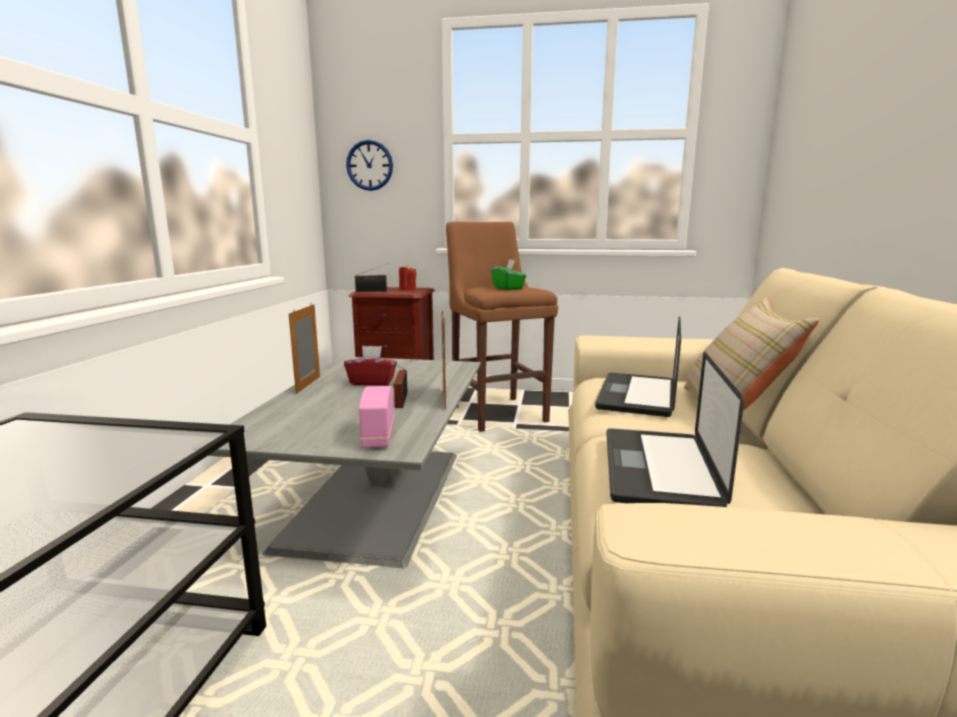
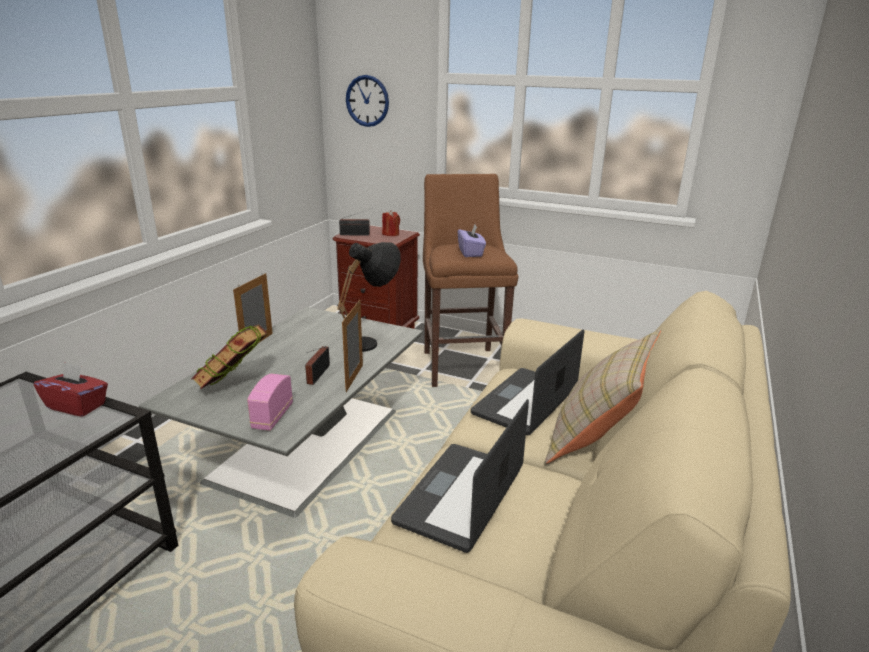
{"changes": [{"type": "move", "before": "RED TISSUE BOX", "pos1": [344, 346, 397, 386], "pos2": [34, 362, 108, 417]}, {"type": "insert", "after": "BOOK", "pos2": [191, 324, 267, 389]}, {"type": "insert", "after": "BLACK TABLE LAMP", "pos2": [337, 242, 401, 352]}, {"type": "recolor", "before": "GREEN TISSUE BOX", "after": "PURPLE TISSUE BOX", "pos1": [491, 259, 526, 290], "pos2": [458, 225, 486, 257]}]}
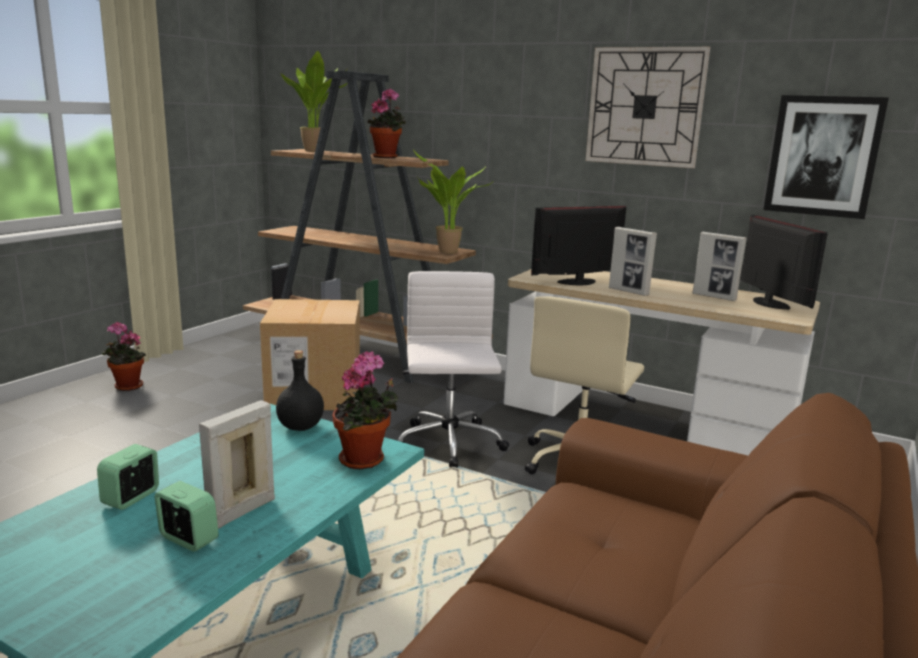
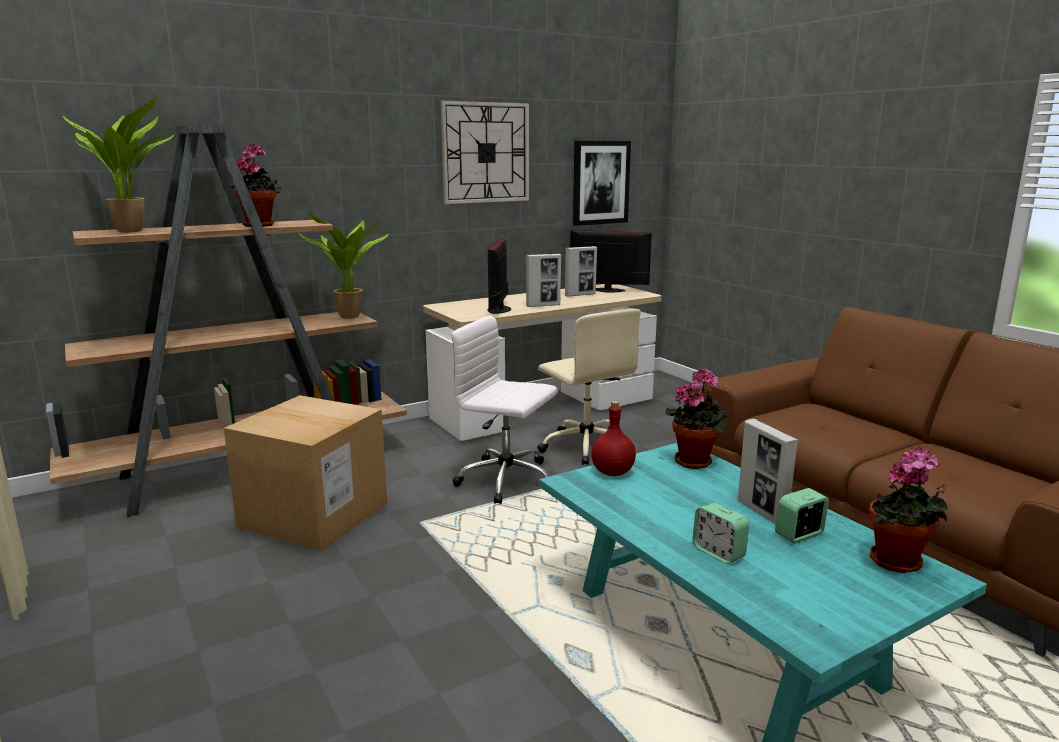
{"changes": [{"type": "recolor", "before": "BLACK BOTTLE", "after": "RED BOTTLE", "pos1": [276, 350, 324, 431], "pos2": [591, 401, 636, 476]}, {"type": "move", "before": "POTTED PLANT", "pos1": [102, 322, 146, 391], "pos2": [869, 447, 948, 573]}]}
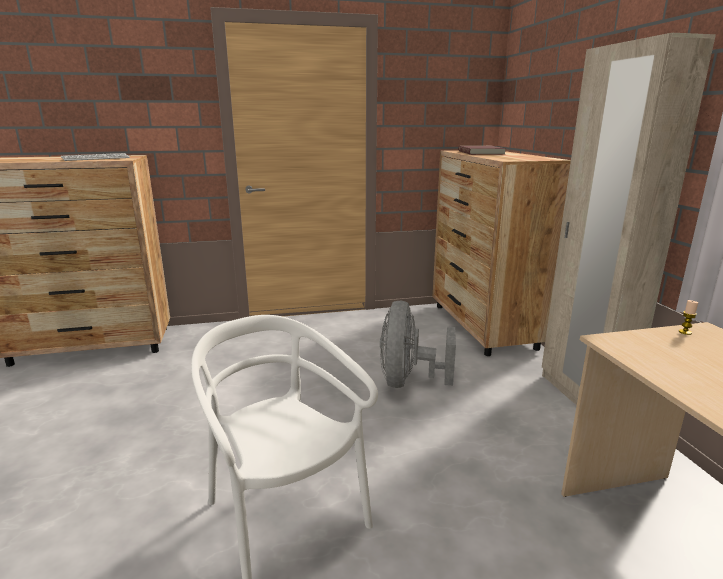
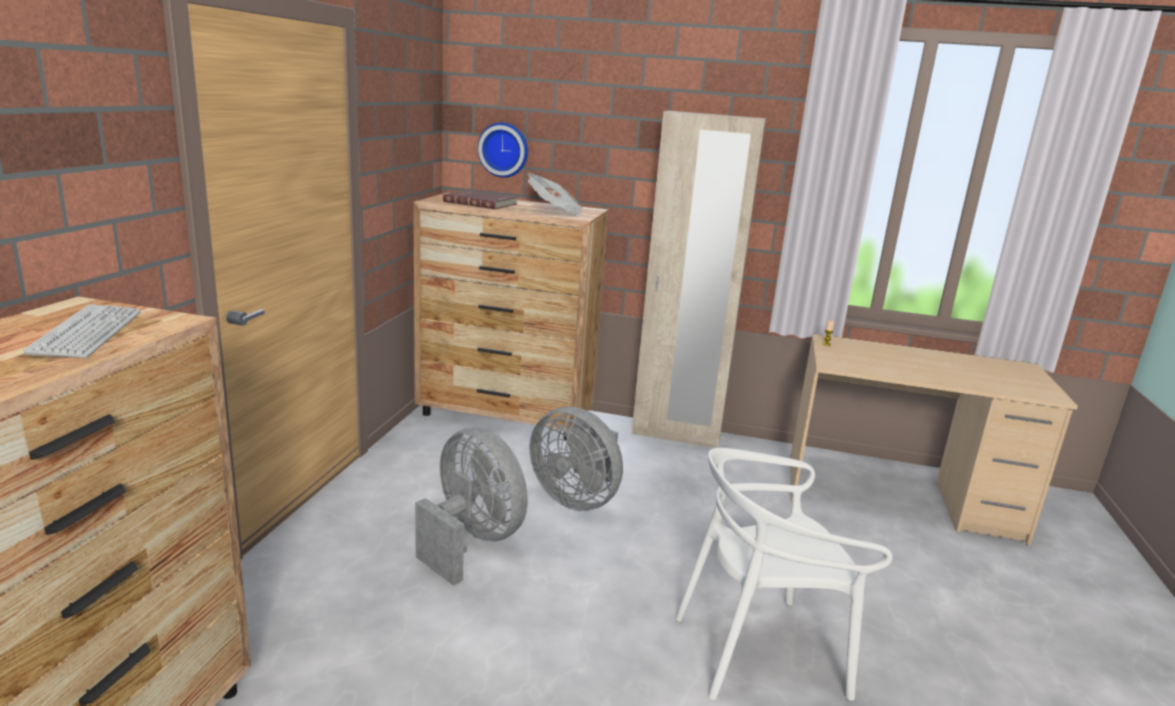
{"changes": [{"type": "insert", "after": "GREY FAN", "pos2": [415, 427, 528, 586]}, {"type": "insert", "after": "WALL CLOCK", "pos2": [478, 122, 528, 178]}, {"type": "insert", "after": "NEWSPAPER", "pos2": [527, 173, 583, 216]}]}
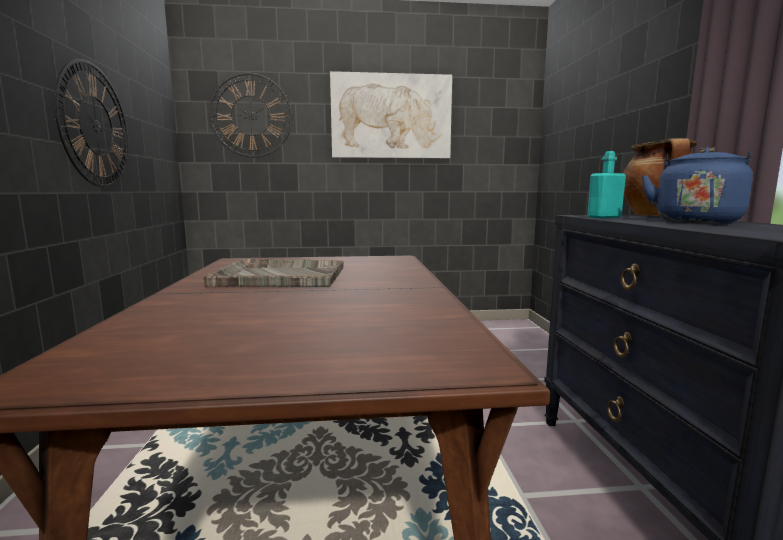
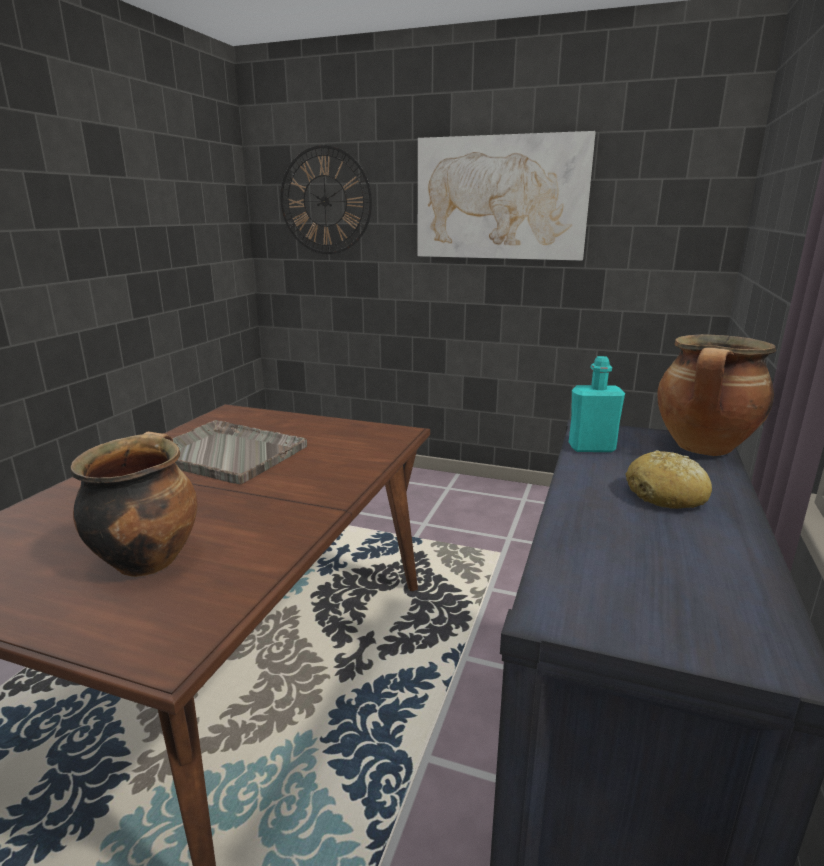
{"changes": [{"type": "insert", "after": "COOKING POT", "pos2": [70, 432, 197, 577]}, {"type": "replace", "before": "BLUE KETTLE", "after": "BREAD", "pos1": [641, 147, 753, 224], "pos2": [625, 450, 712, 509]}, {"type": "delete", "before": "WALL CLOCK", "pos1": [54, 59, 129, 188]}]}
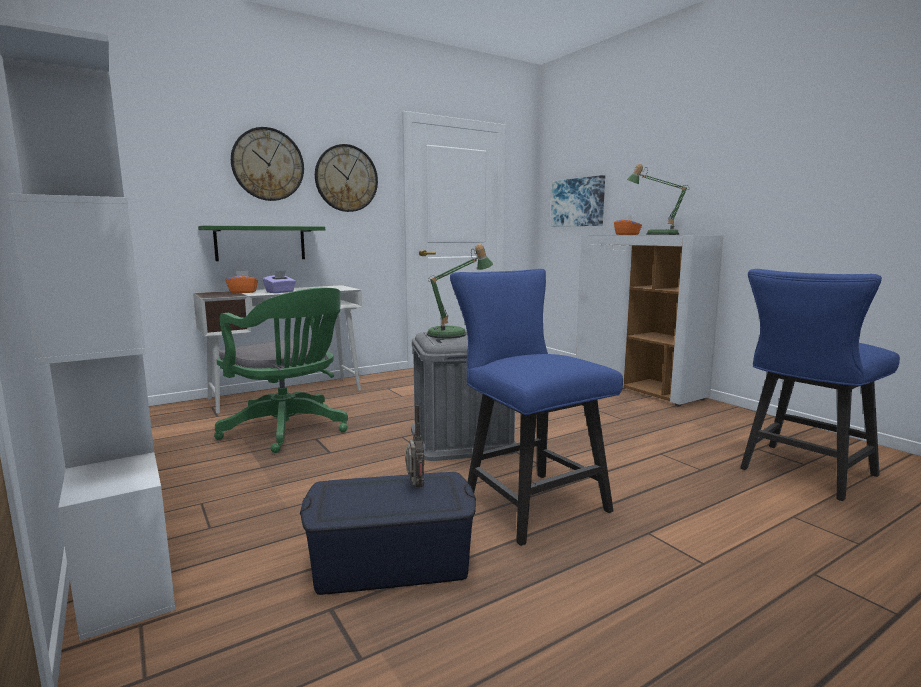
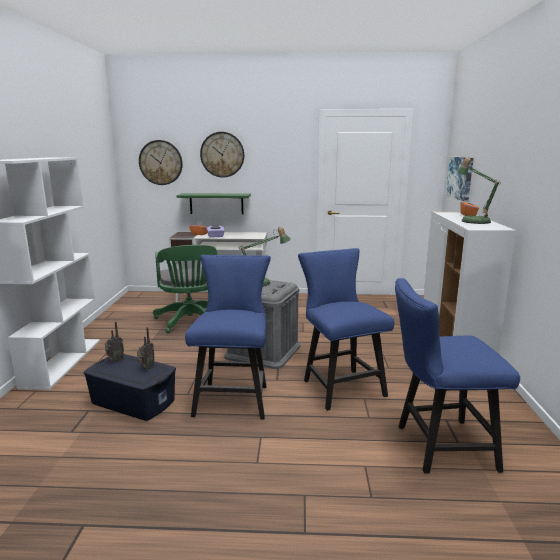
{"changes": [{"type": "insert", "after": "RADIO", "pos2": [105, 321, 124, 362]}, {"type": "move", "before": "WALL CLOCK", "pos1": [315, 144, 378, 212], "pos2": [139, 140, 183, 185]}, {"type": "insert", "after": "BLUE CHAIR", "pos2": [298, 248, 394, 410]}]}
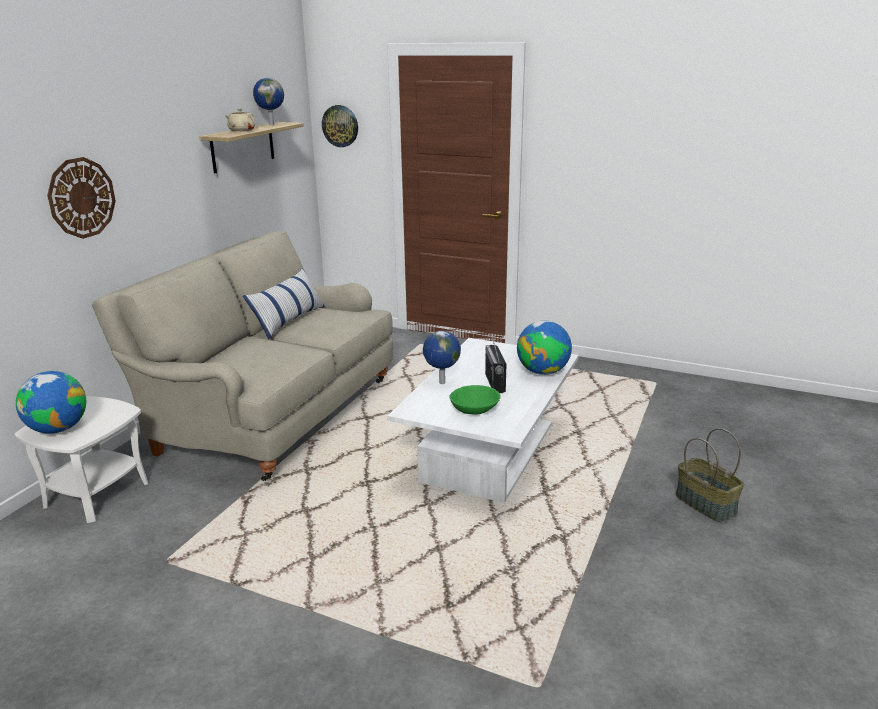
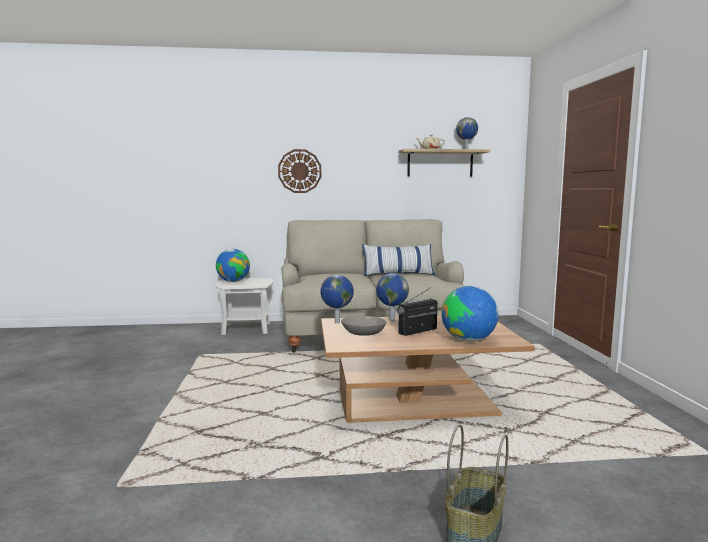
{"changes": [{"type": "insert", "after": "GLOBE", "pos2": [320, 275, 354, 324]}, {"type": "recolor", "before": "WHITE COFFEE TABLE", "after": "BROWN COFFEE TABLE", "pos1": [387, 338, 579, 503], "pos2": [321, 315, 535, 423]}, {"type": "recolor", "before": "GREEN BOWL", "after": "GREY BOWL", "pos1": [450, 385, 501, 415], "pos2": [341, 316, 386, 336]}, {"type": "delete", "before": "WALL CLOCK", "pos1": [322, 105, 358, 147]}]}
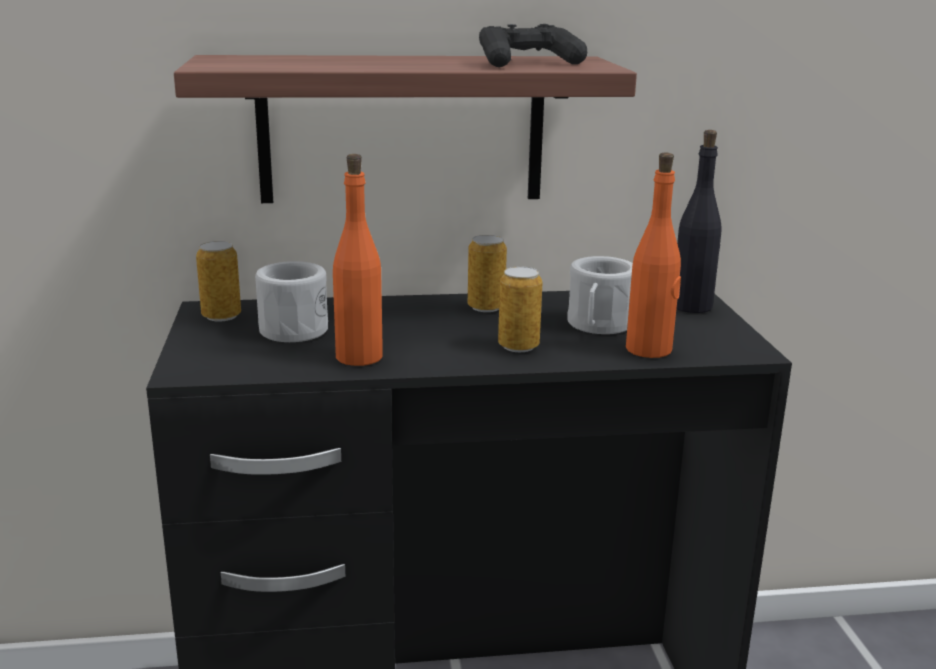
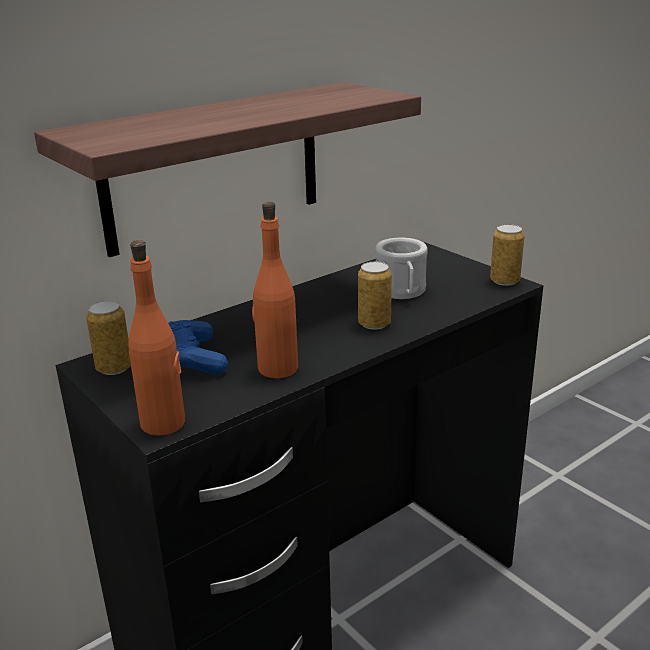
{"changes": [{"type": "move", "before": "ORANGE BOTTLE", "pos1": [626, 152, 681, 358], "pos2": [128, 240, 185, 436]}, {"type": "replace", "before": "WHITE MUG", "after": "BLUE GAME CONTROLLER", "pos1": [255, 261, 328, 342], "pos2": [168, 320, 228, 374]}, {"type": "move", "before": "CAN", "pos1": [468, 235, 507, 312], "pos2": [490, 224, 524, 286]}, {"type": "delete", "before": "BLACK GAME CONTROLLER", "pos1": [479, 24, 587, 67]}, {"type": "delete", "before": "BLACK BOTTLE", "pos1": [676, 130, 722, 313]}]}
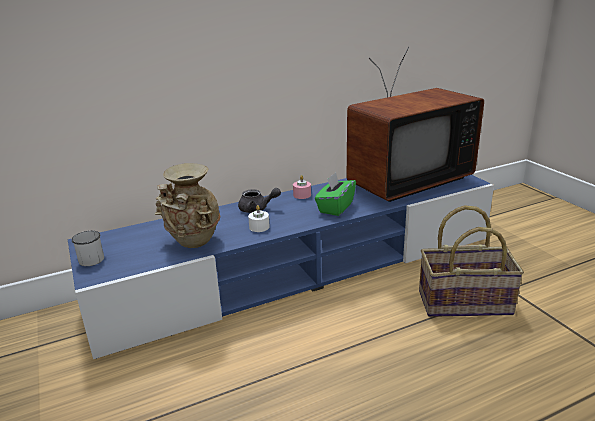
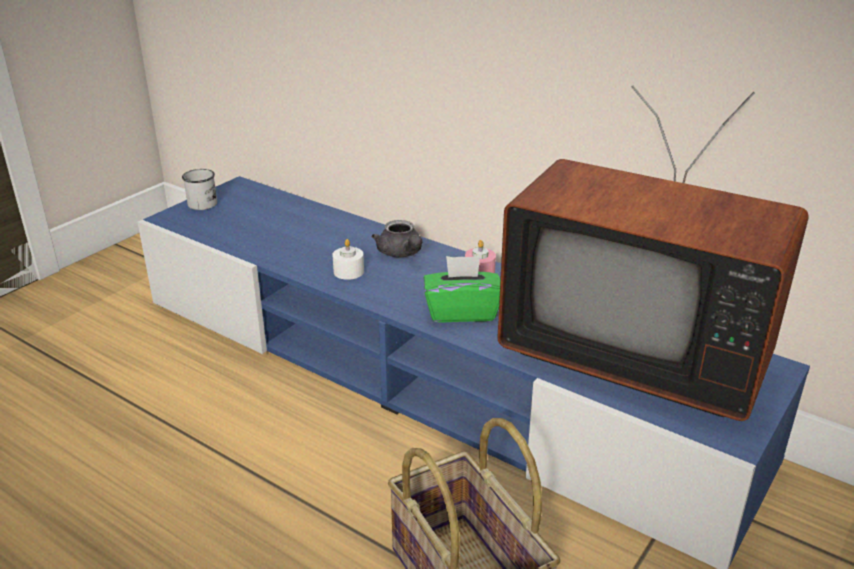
{"changes": [{"type": "delete", "before": "BEIGE VASE", "pos1": [154, 163, 220, 248]}]}
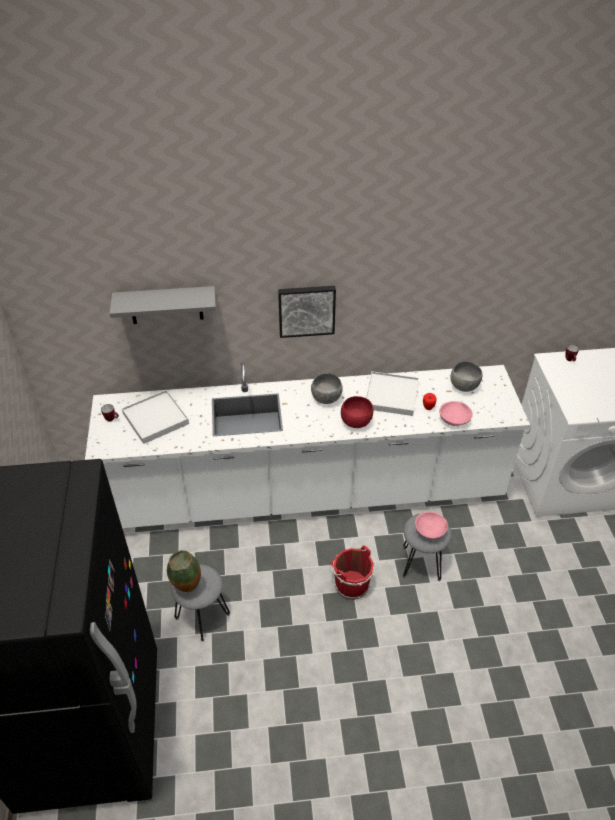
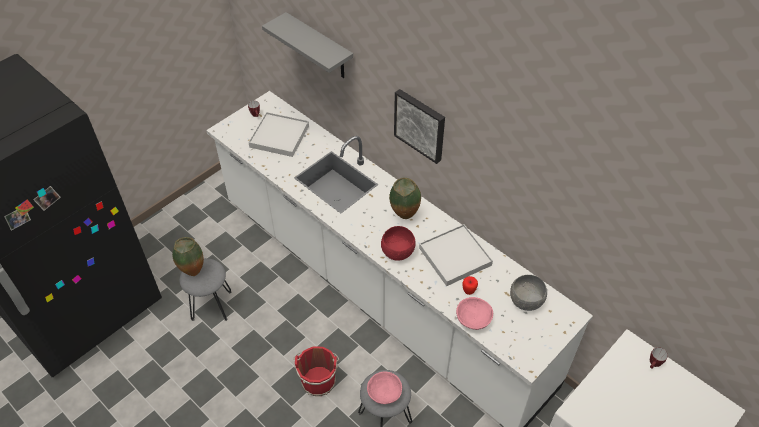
{"changes": [{"type": "replace", "before": "GREY BOWL", "after": "VASE", "pos1": [311, 373, 343, 404], "pos2": [389, 178, 421, 219]}]}
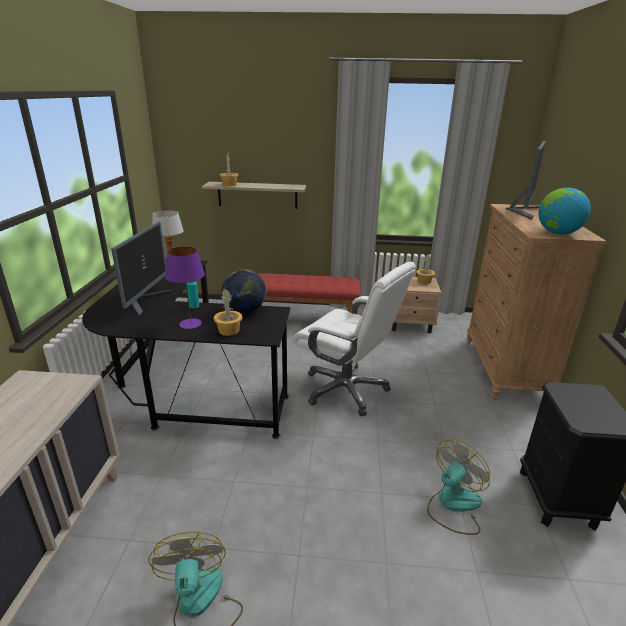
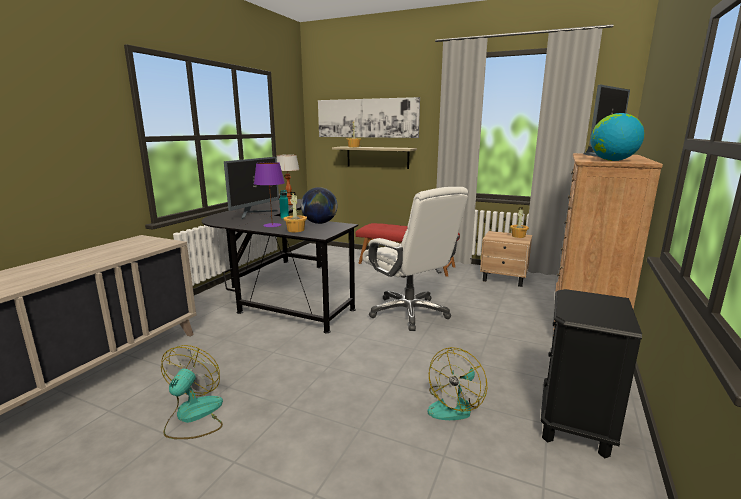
{"changes": [{"type": "insert", "after": "PICTURE", "pos2": [318, 97, 420, 138]}, {"type": "rotate", "before": "FAN", "pos1": [427, 439, 490, 535], "pos2": [427, 347, 487, 420], "turn": 150}]}
